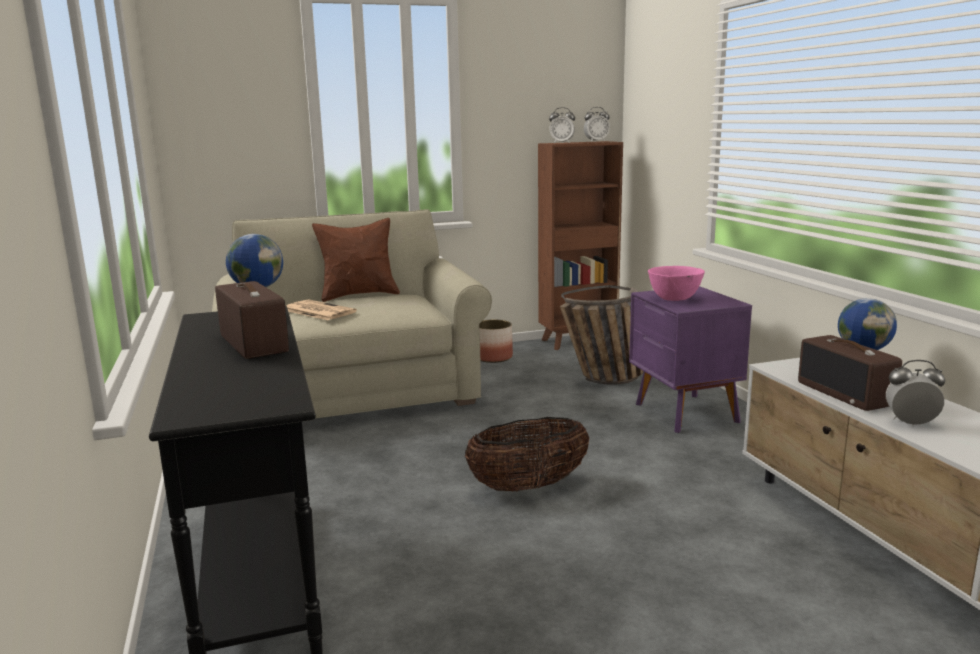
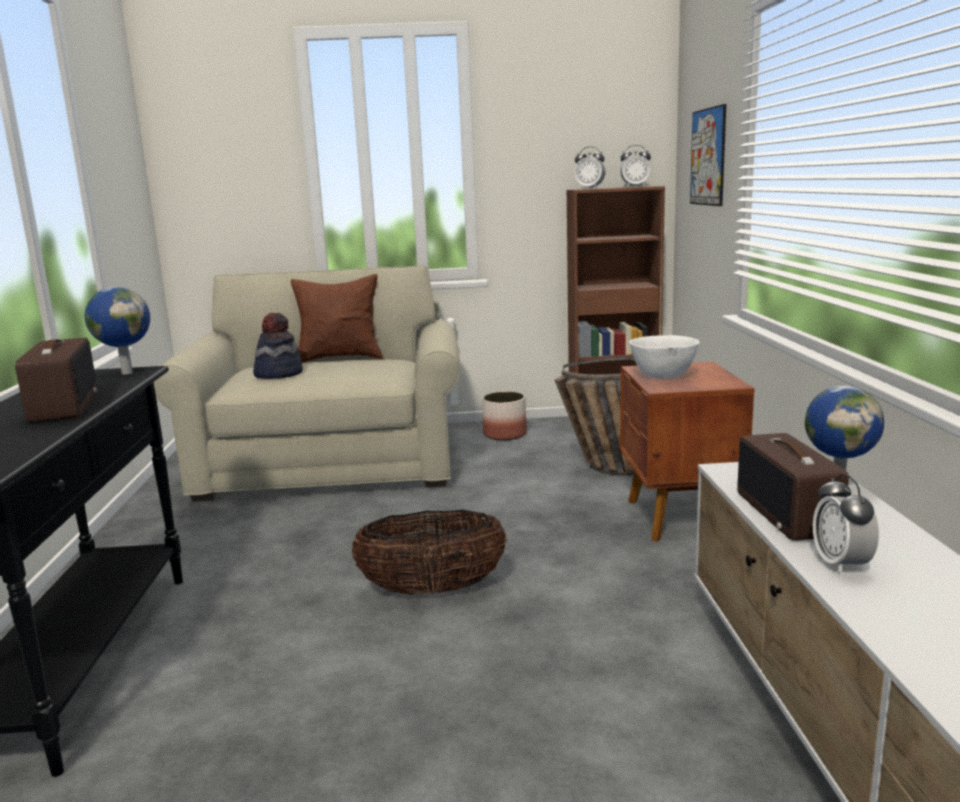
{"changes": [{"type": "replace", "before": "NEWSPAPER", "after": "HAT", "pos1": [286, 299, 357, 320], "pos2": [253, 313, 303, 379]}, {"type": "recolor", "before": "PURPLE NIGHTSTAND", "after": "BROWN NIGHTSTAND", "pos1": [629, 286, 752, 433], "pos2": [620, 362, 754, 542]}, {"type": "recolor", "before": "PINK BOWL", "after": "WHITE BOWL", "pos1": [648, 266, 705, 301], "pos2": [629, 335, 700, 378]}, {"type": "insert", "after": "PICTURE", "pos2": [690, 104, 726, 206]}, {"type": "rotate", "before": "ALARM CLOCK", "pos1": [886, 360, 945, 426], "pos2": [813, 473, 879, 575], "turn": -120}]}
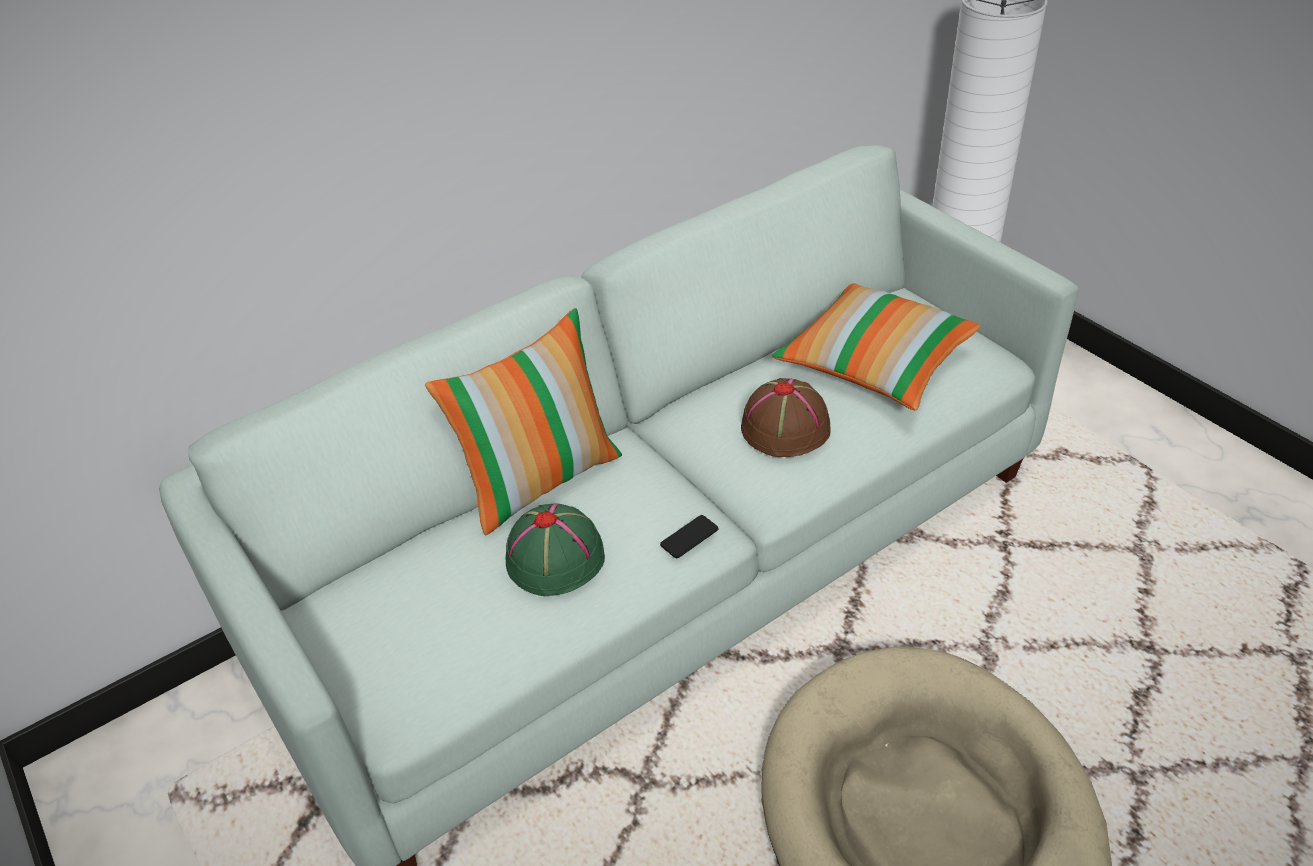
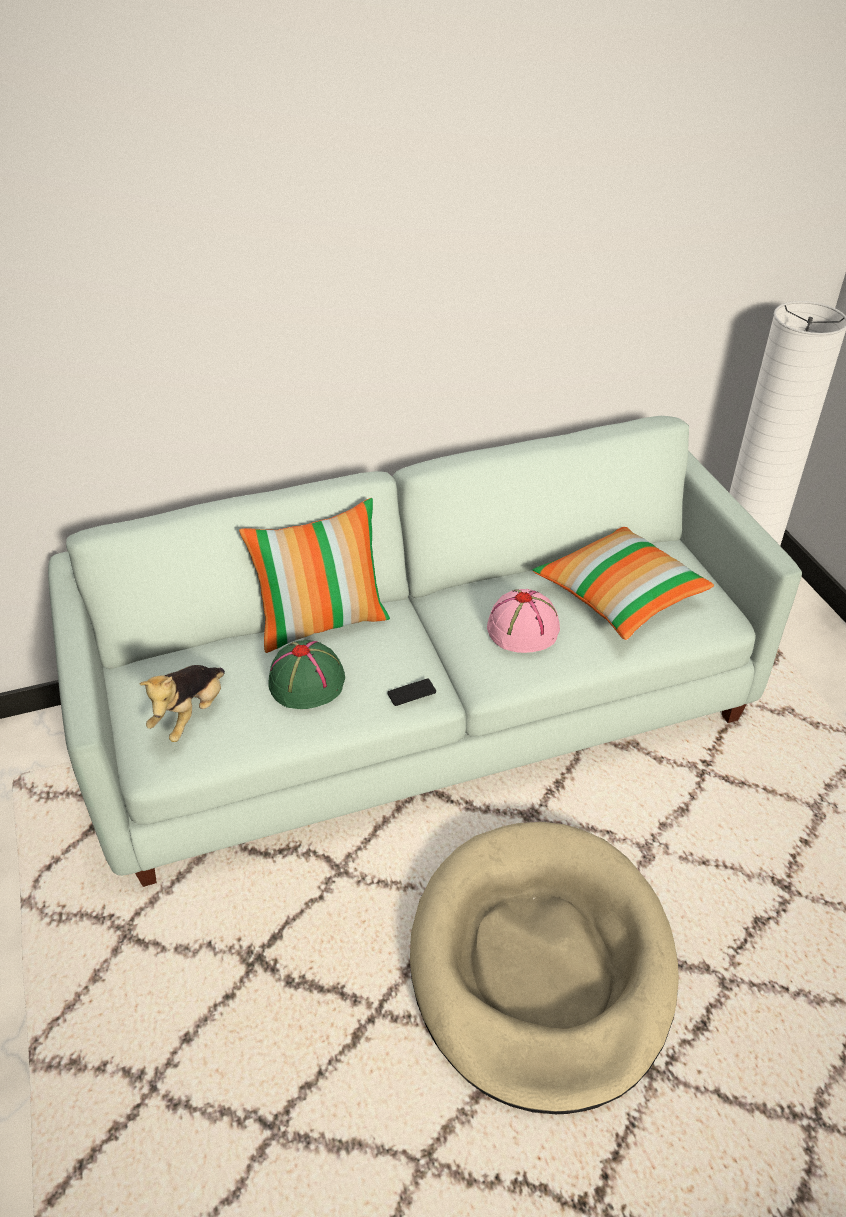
{"changes": [{"type": "insert", "after": "PLUSH TOY", "pos2": [139, 665, 225, 742]}, {"type": "recolor", "before": "BROWN HAT", "after": "PINK HAT", "pos1": [741, 378, 830, 457], "pos2": [487, 589, 560, 653]}]}
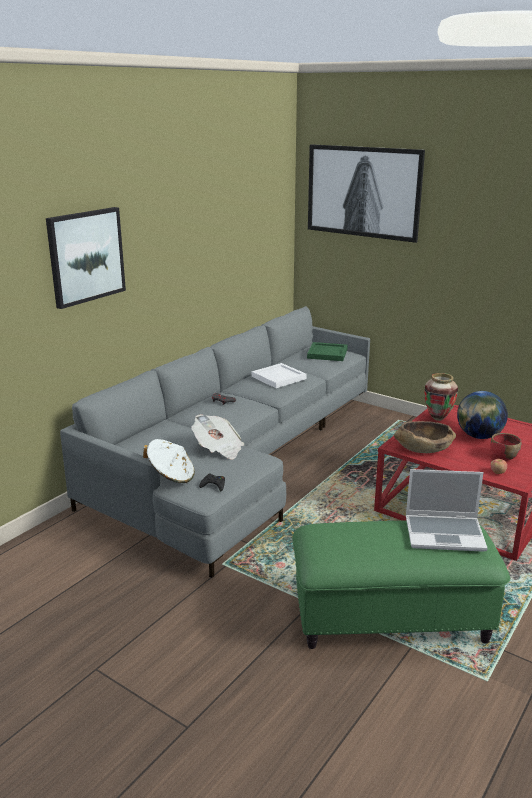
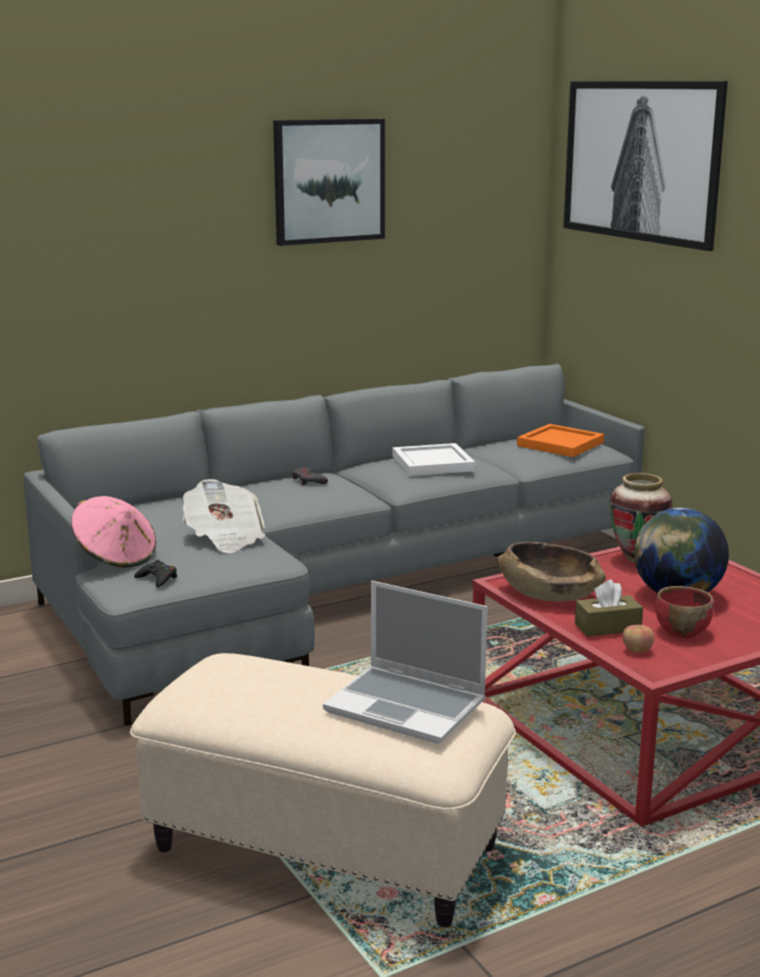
{"changes": [{"type": "recolor", "before": "WHITE HAT", "after": "PINK HAT", "pos1": [143, 439, 195, 483], "pos2": [71, 496, 156, 568]}, {"type": "recolor", "before": "GREEN OTTOMAN", "after": "BEIGE OTTOMAN", "pos1": [292, 521, 510, 649], "pos2": [130, 653, 516, 927]}, {"type": "move", "before": "PICTURE", "pos1": [46, 207, 126, 309], "pos2": [273, 119, 385, 246]}, {"type": "recolor", "before": "GREEN TRAY", "after": "ORANGE TRAY", "pos1": [307, 342, 348, 361], "pos2": [517, 424, 604, 457]}, {"type": "insert", "after": "BROWN TISSUE BOX", "pos2": [575, 580, 643, 637]}]}
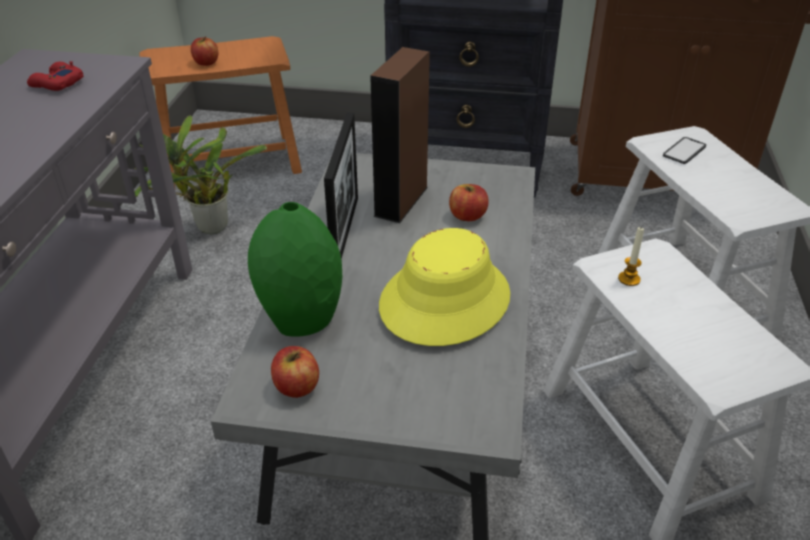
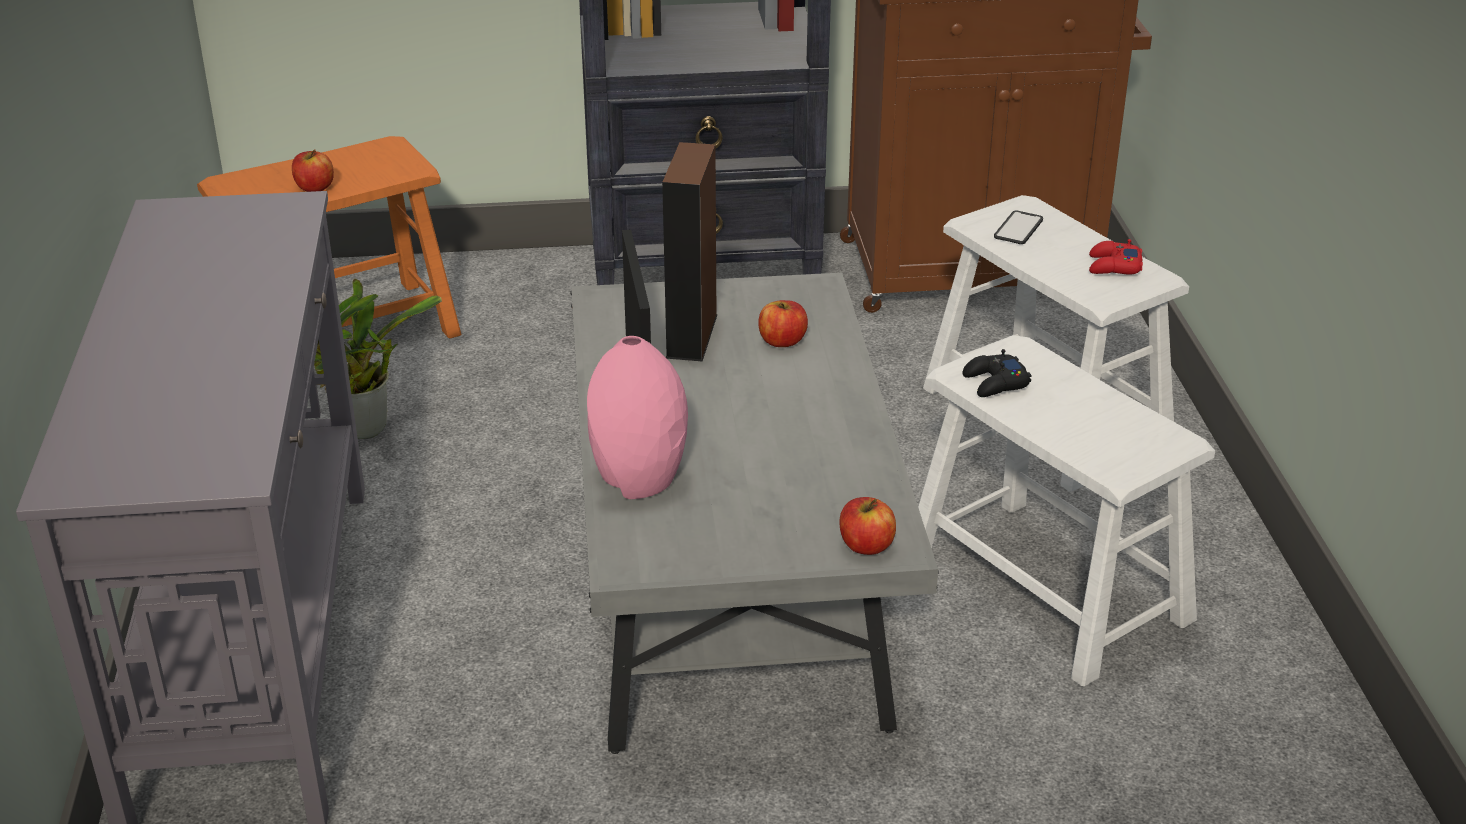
{"changes": [{"type": "recolor", "before": "GREEN VASE", "after": "PINK VASE", "pos1": [248, 202, 342, 337], "pos2": [587, 336, 688, 499]}, {"type": "move", "before": "APPLE", "pos1": [271, 346, 319, 398], "pos2": [840, 497, 896, 555]}, {"type": "replace", "before": "CANDLE", "after": "BLACK GAME CONTROLLER", "pos1": [618, 227, 644, 286], "pos2": [962, 349, 1032, 397]}, {"type": "move", "before": "RED GAME CONTROLLER", "pos1": [27, 61, 84, 91], "pos2": [1089, 239, 1143, 275]}, {"type": "delete", "before": "YELLOW HAT", "pos1": [379, 228, 510, 346]}]}
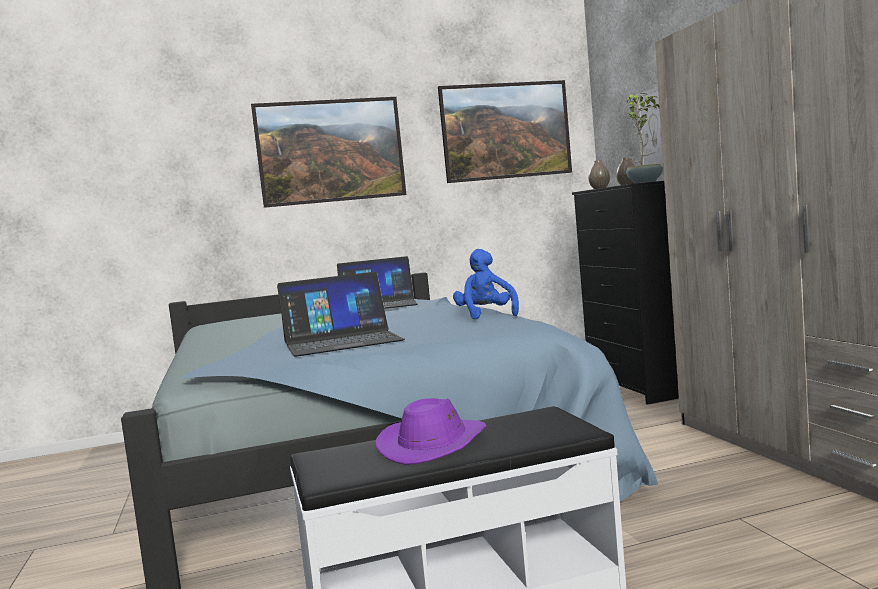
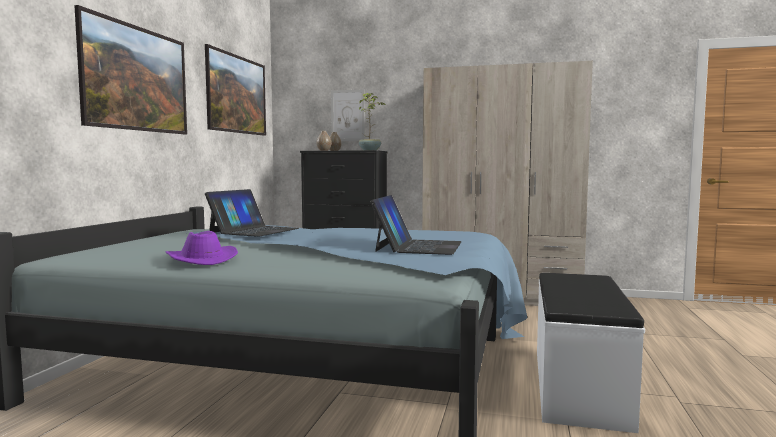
{"changes": [{"type": "move", "before": "PURPLE HAT", "pos1": [375, 398, 487, 465], "pos2": [166, 231, 238, 265]}, {"type": "delete", "before": "BLUE PLUSH TOY", "pos1": [453, 249, 519, 319]}]}
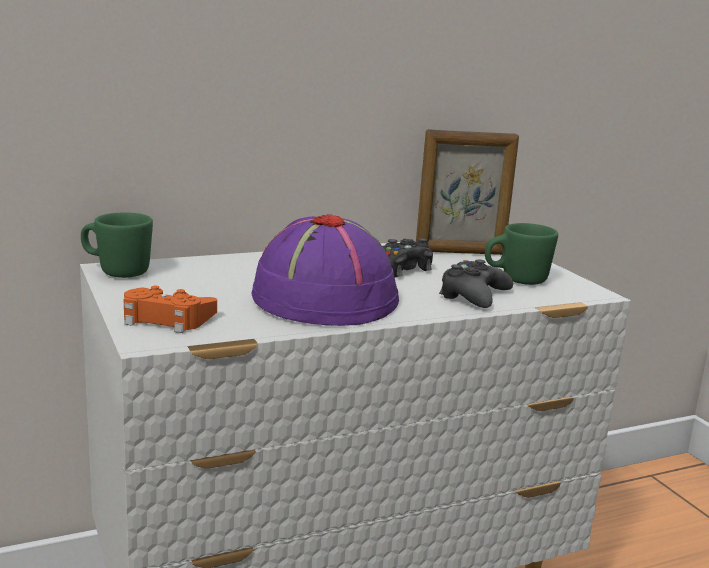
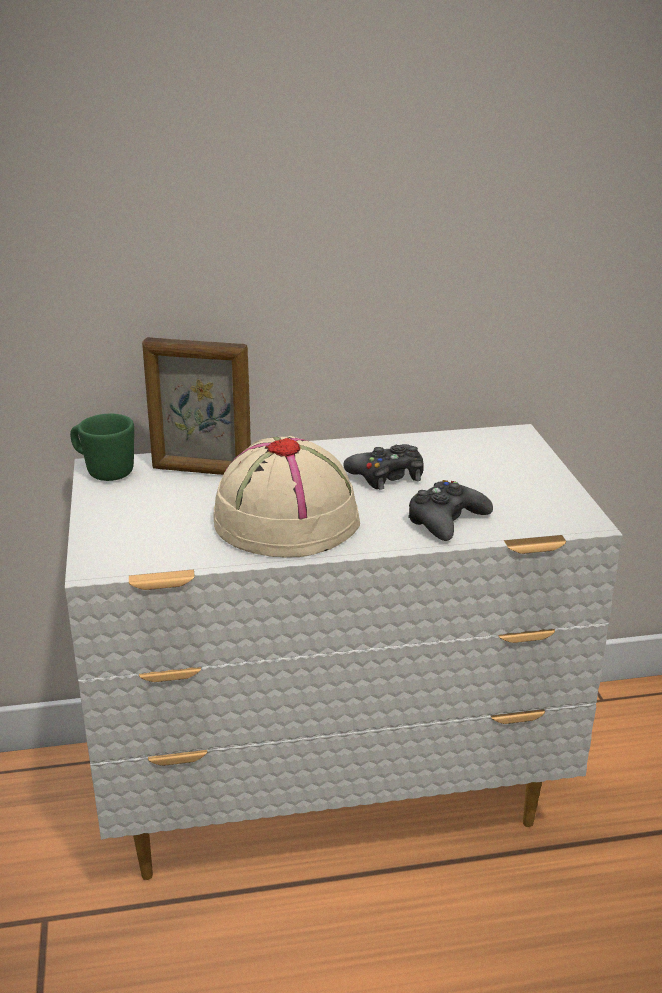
{"changes": [{"type": "move", "before": "PICTURE FRAME", "pos1": [416, 129, 519, 255], "pos2": [142, 337, 251, 475]}, {"type": "recolor", "before": "PURPLE HAT", "after": "BEIGE HAT", "pos1": [251, 214, 399, 326], "pos2": [214, 436, 360, 558]}, {"type": "delete", "before": "ORANGE GAME CONTROLLER", "pos1": [124, 285, 217, 333]}, {"type": "delete", "before": "GREEN MUG", "pos1": [485, 223, 558, 285]}]}
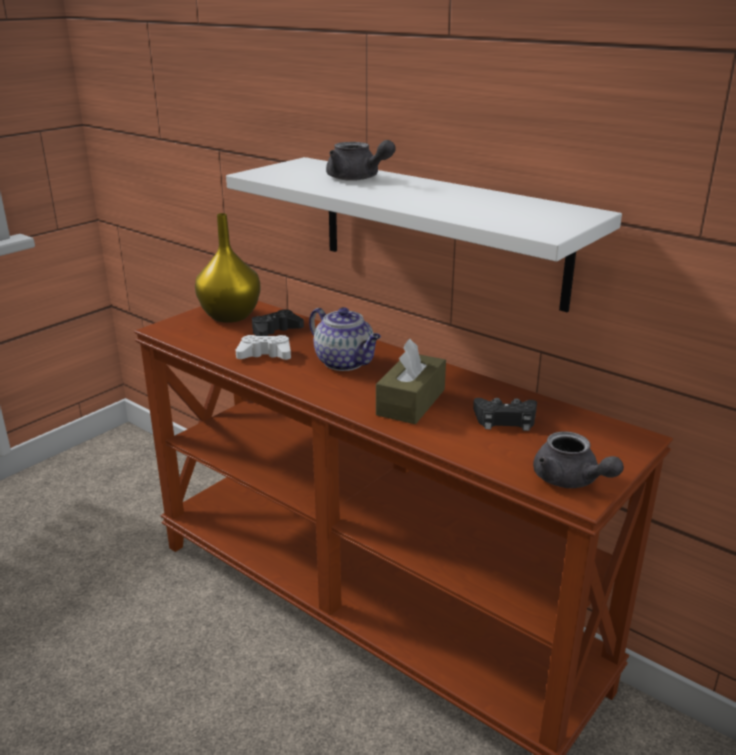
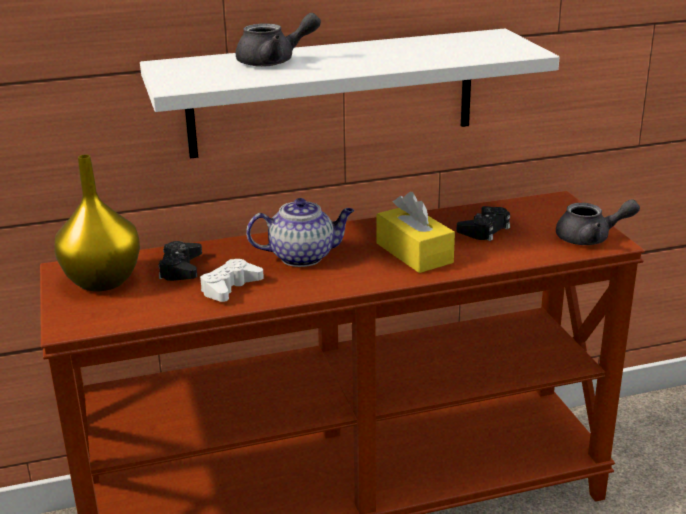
{"changes": [{"type": "recolor", "before": "BROWN TISSUE BOX", "after": "YELLOW TISSUE BOX", "pos1": [376, 339, 446, 424], "pos2": [376, 192, 455, 273]}]}
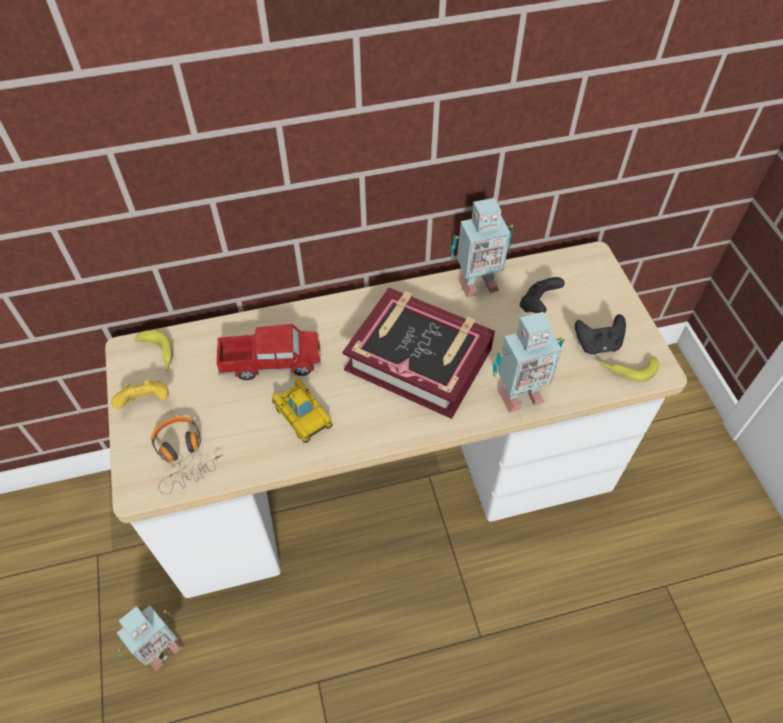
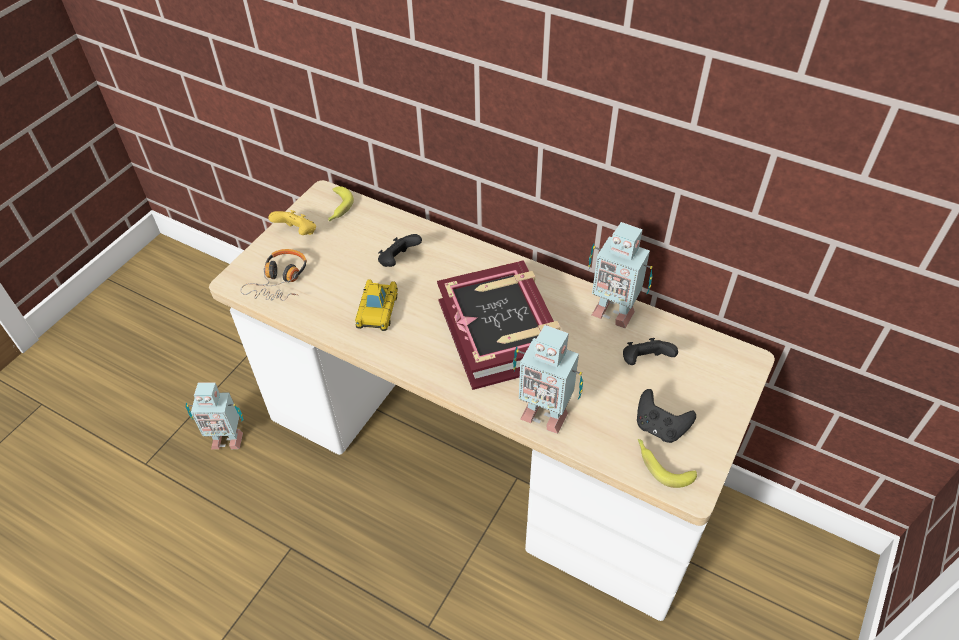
{"changes": [{"type": "replace", "before": "TOY TRUCK", "after": "BLACK GAME CONTROLLER", "pos1": [217, 324, 321, 380], "pos2": [378, 234, 422, 267]}]}
